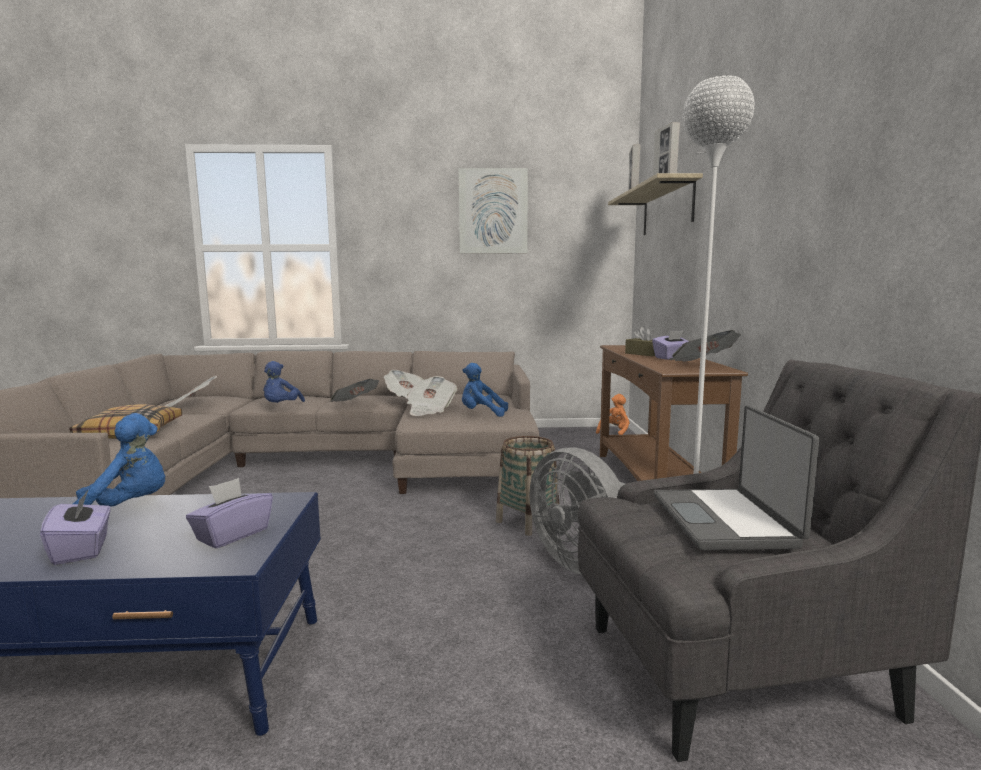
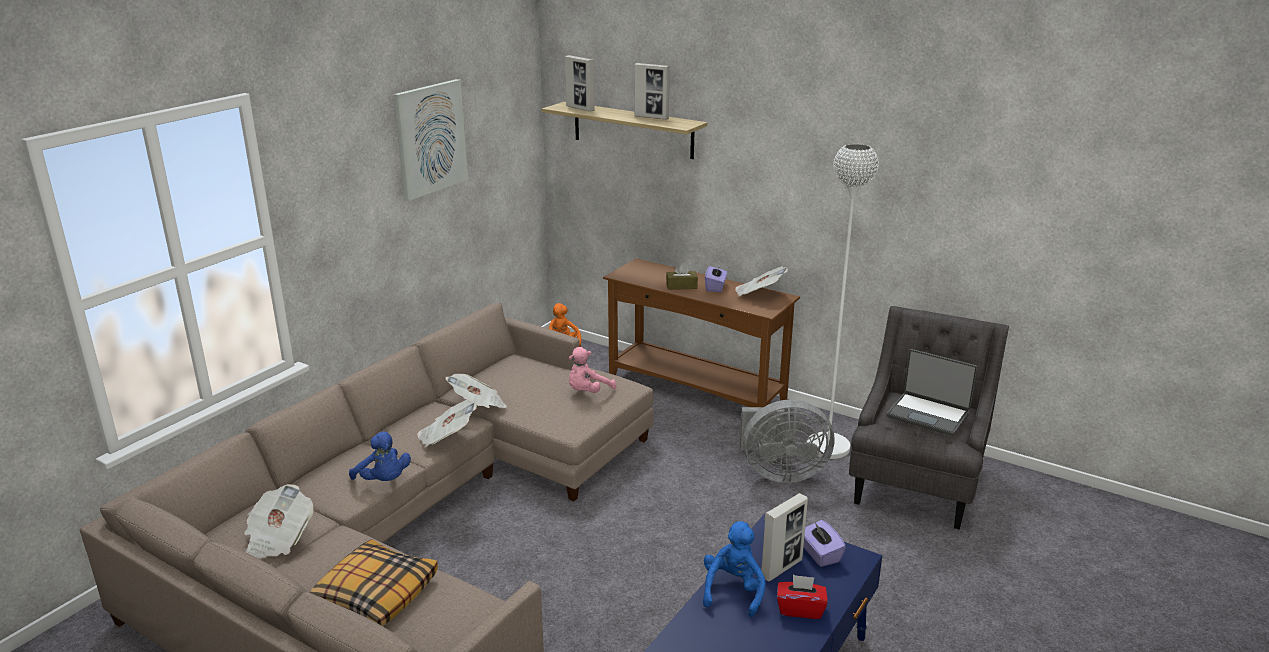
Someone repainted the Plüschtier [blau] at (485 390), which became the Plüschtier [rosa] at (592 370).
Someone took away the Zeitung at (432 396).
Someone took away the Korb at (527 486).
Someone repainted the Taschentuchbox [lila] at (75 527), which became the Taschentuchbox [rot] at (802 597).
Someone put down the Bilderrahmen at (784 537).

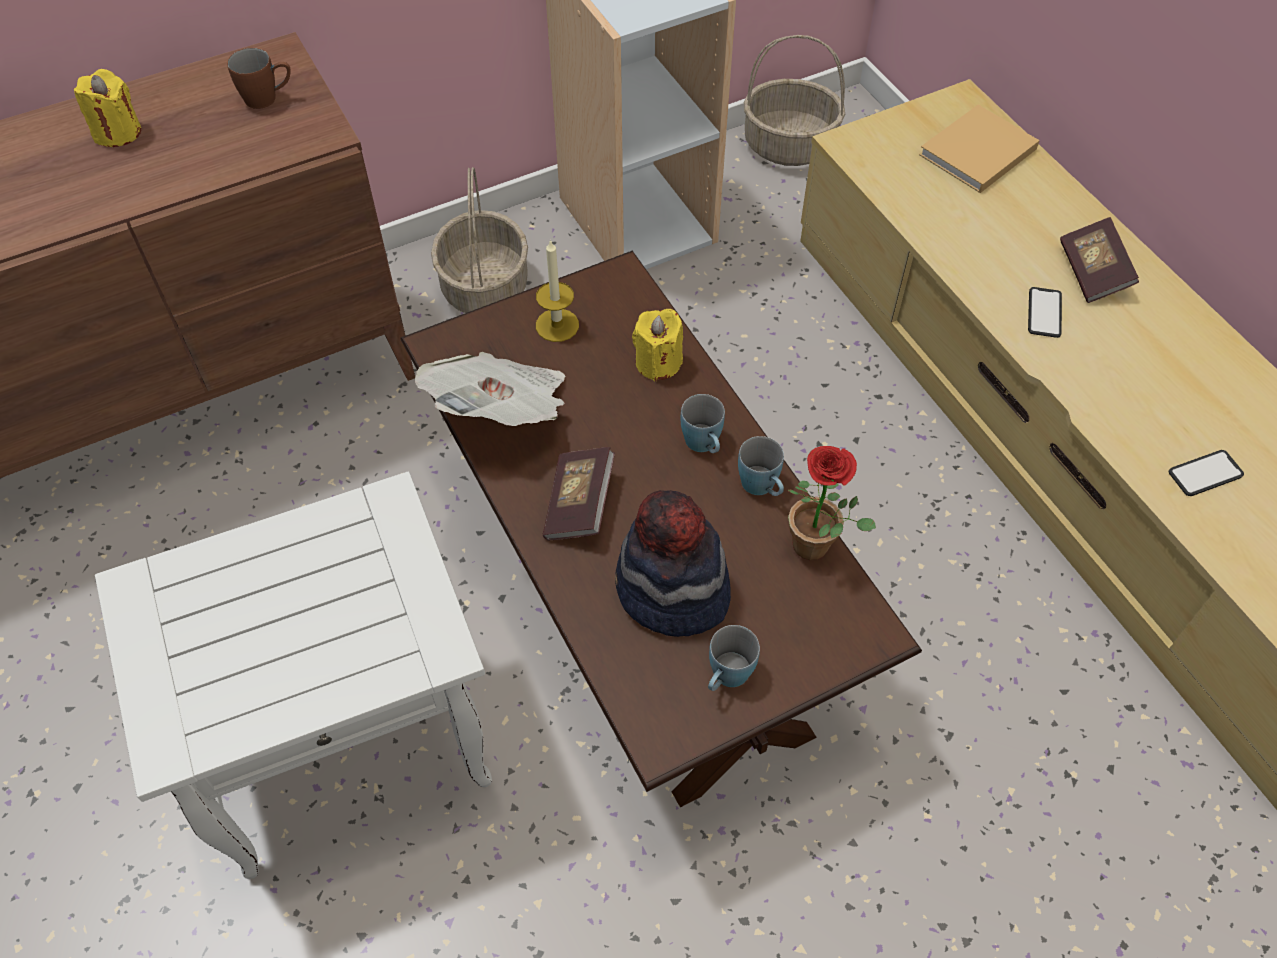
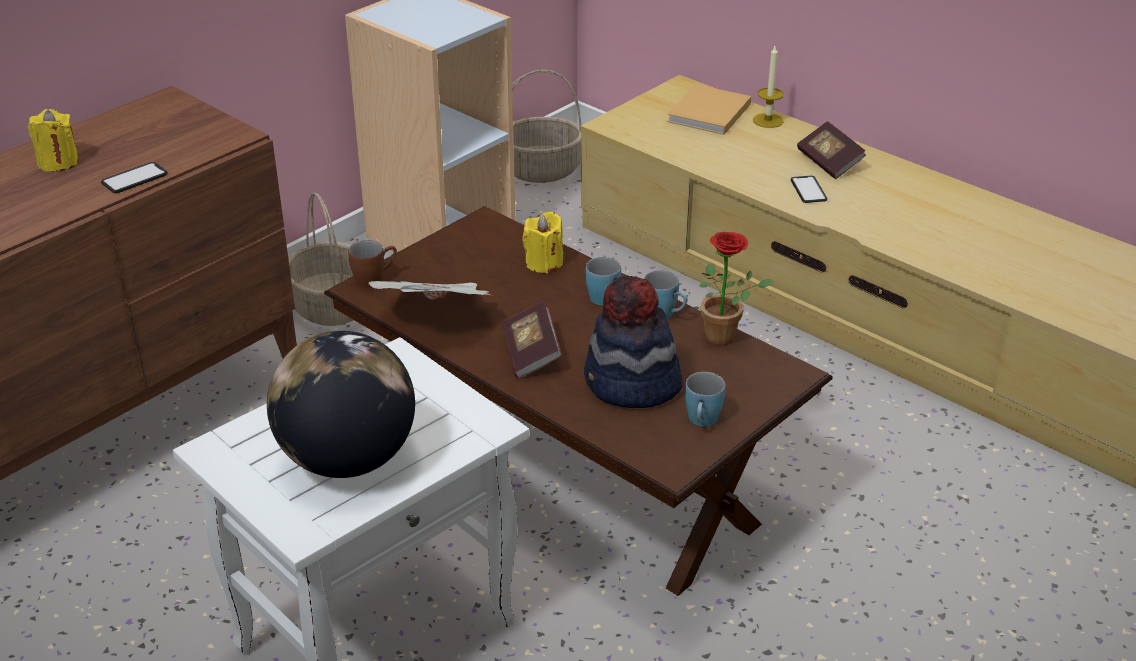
Someone carried the Henkelbecher [braun] from (259 78) to (372 264).
Someone carried the Kerze from (557 291) to (768 87).
Someone carried the Handy from (1206 473) to (134 177).
Someone put down the Globus at (341 404).

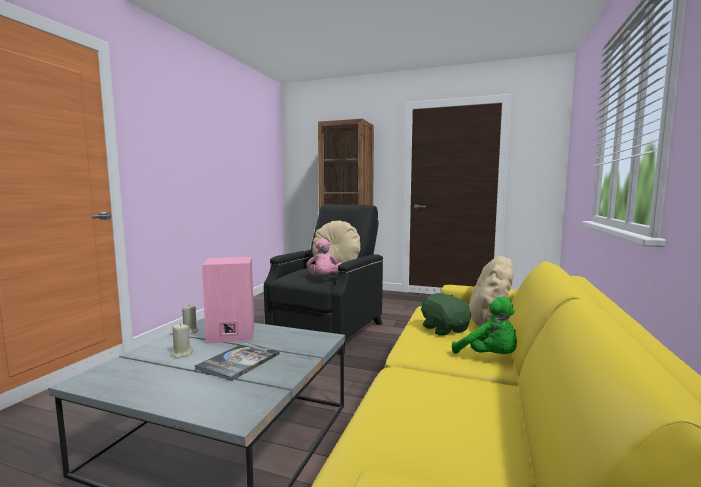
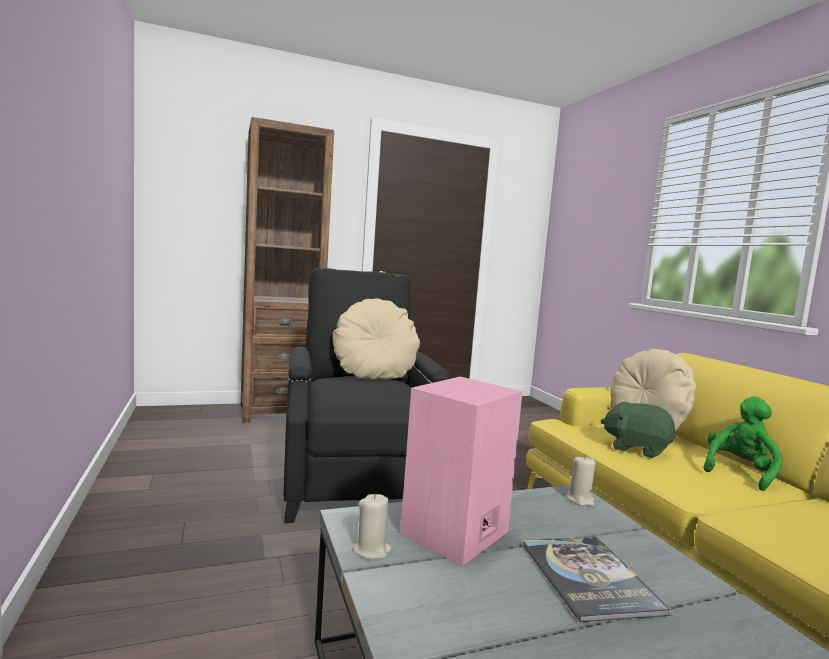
Someone took away the Plüschtier [rosa] at (324 257).
Someone rotated the Plüschtier [grün] at (484 325) by 60 degrees counterclockwise.
Someone carried the Kerze [beige] from (182 340) to (581 480).

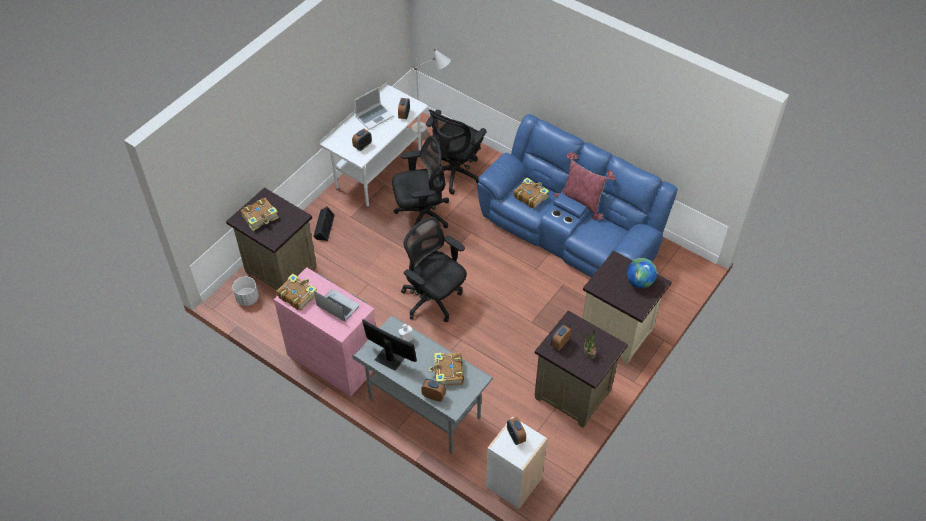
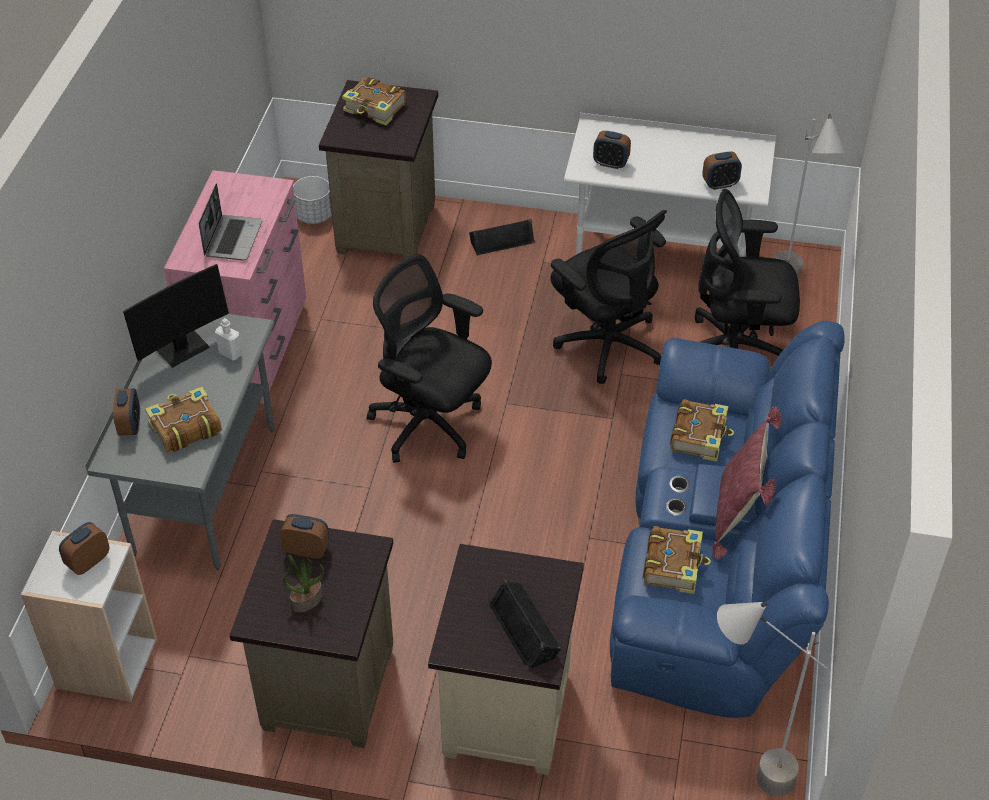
Someone took away the Laptop at (374 108).
Someone rotated the Bürostuhl [schwarz] at (434 269) by 75 degrees counterclockwise.
Someone swapped the Globus at (642 273) for the Lautsprecher [schwarz] at (525 624).
Someone carried the Buch from (296 292) to (677 560).
Someone rotated the Monitor at (389 345) by 45 degrees clockwise.
Someone put down the Stehlampe [grau] at (772 699).

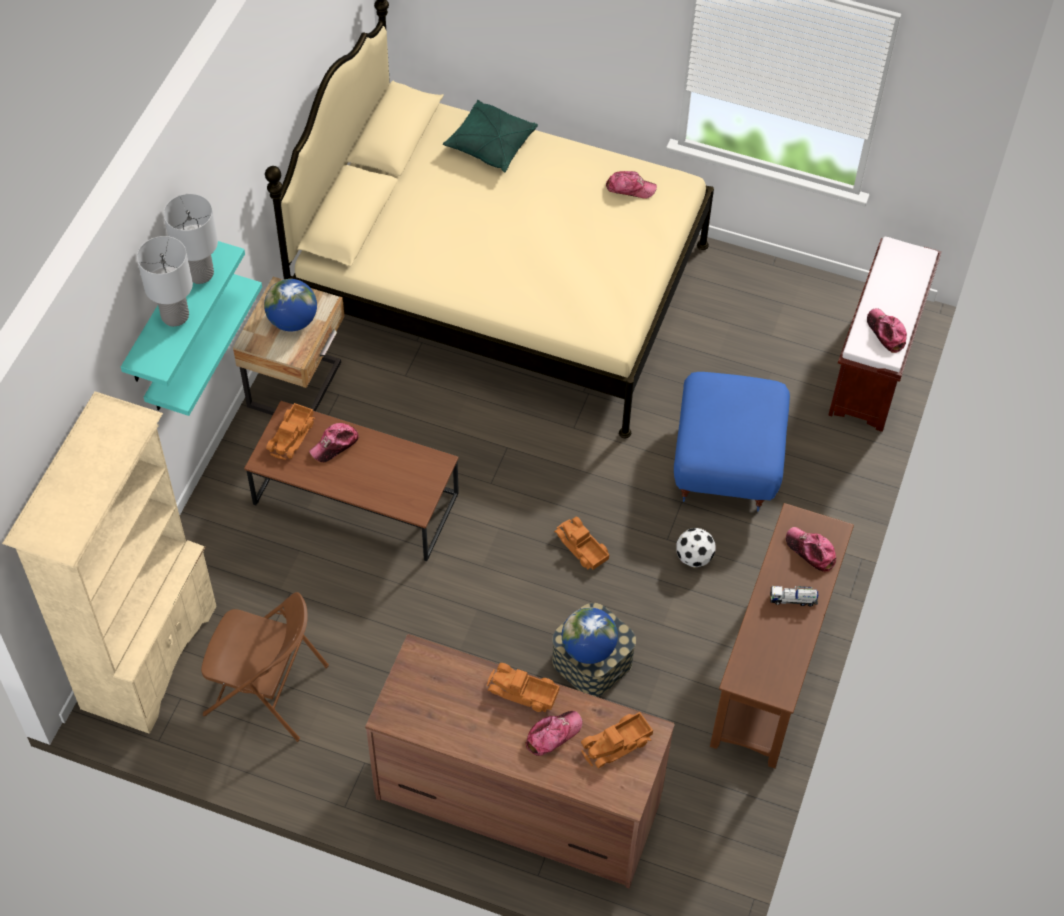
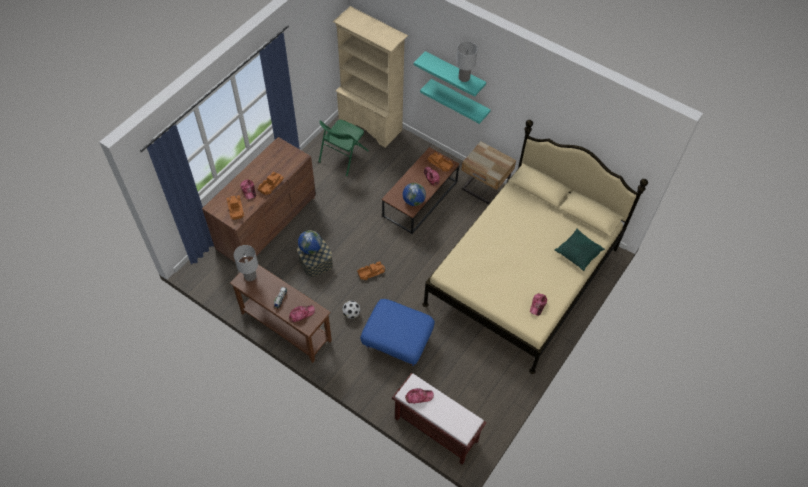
Someone carried the Tischlampe [grau] from (165 281) to (246 263).
Someone carried the Globus from (290 305) to (414 194).
Someone repainted the Stuhl [braun] at (265 667), which became the Stuhl [grün] at (343 148).

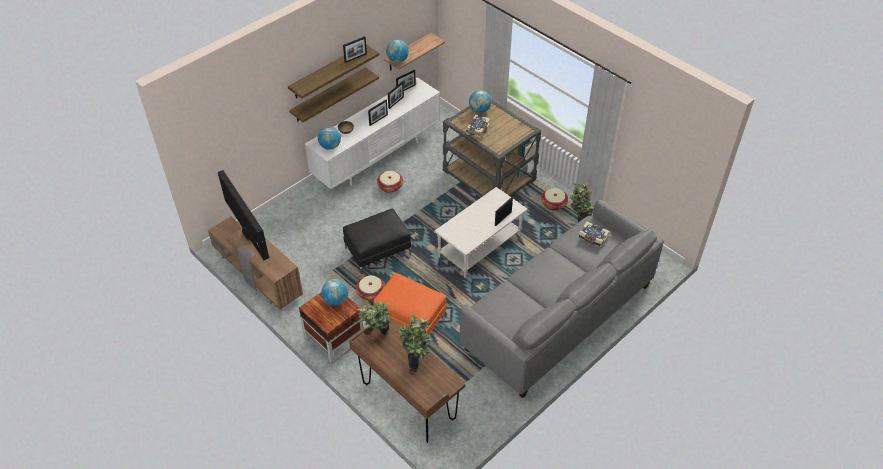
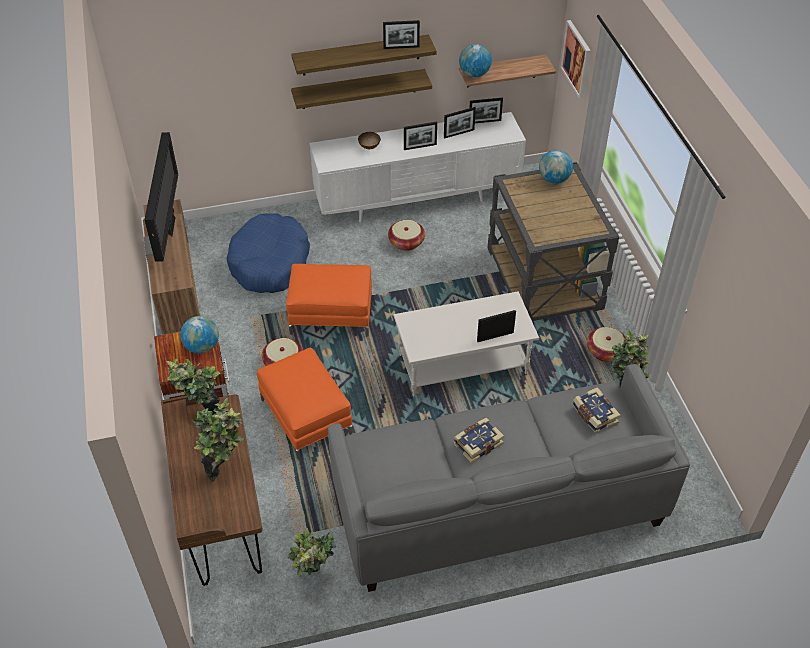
Someone carried the Buch from (478 127) to (478 441).
Someone took away the Globus at (329 138).
Someone repainted the Polsterhocker [schwarz] at (377 241), which became the Polsterhocker [orange] at (329 300).
Someone put up the Bild at (576 59).
Someone put down the Hundebett [blau] at (268 253).
Someone put down the Topfpflanze at (311 553).

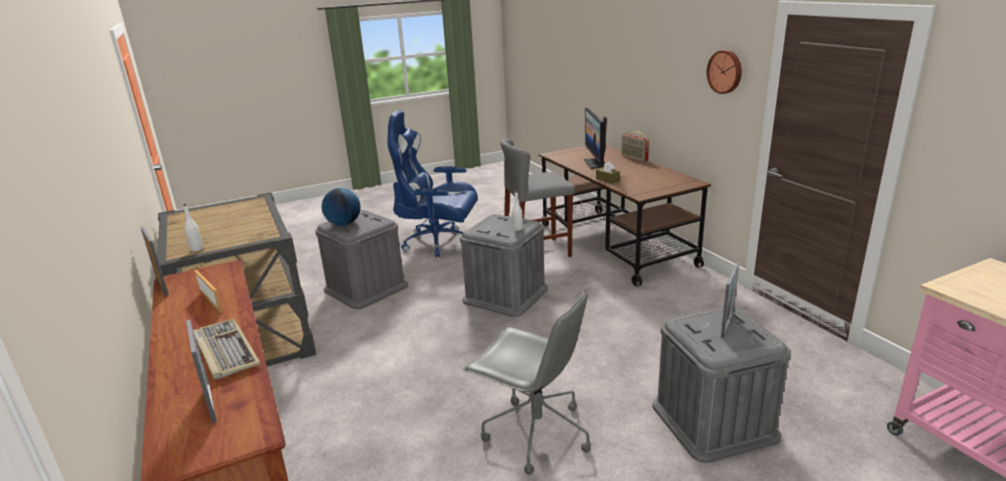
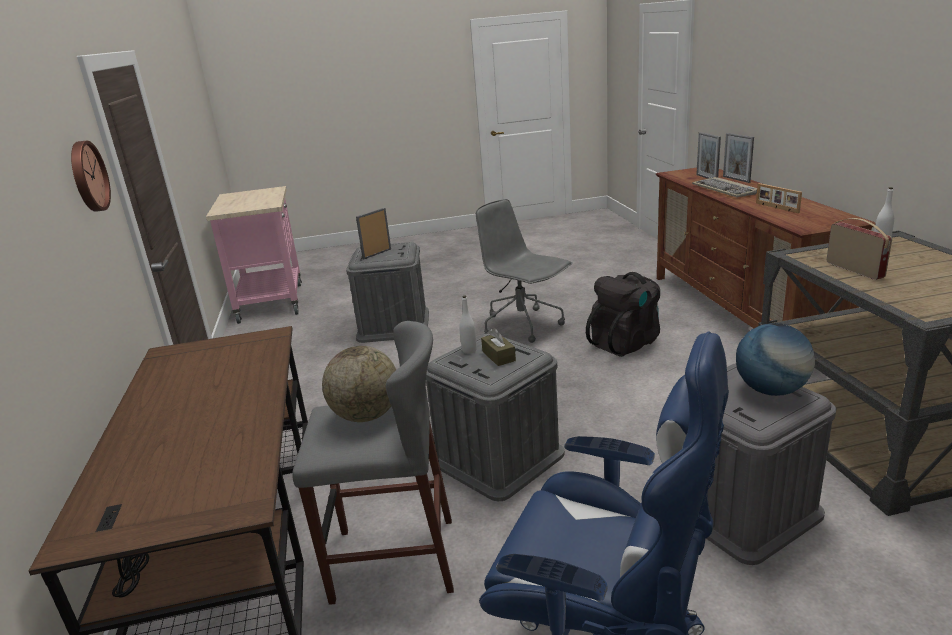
Someone took away the Monitor at (595 138).
Someone carried the Radio from (635 146) to (859 249).
Someone carried the Taschentuchbox [braun] from (608 173) to (498 347).
Someone carried the Bilderrahmen from (154 261) to (738 158).
Someone put down the Rucksack [schwarz] at (623 314).
Someone put down the Globus at (359 384).

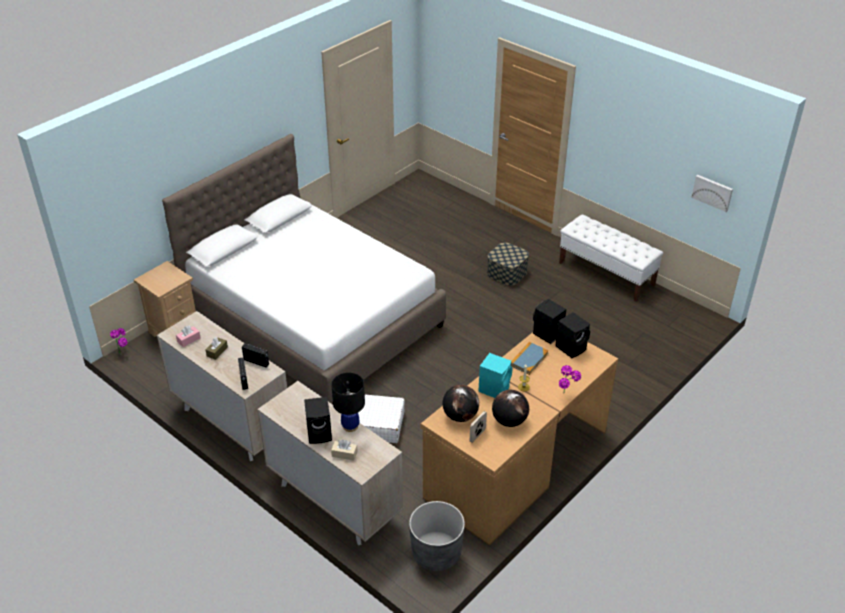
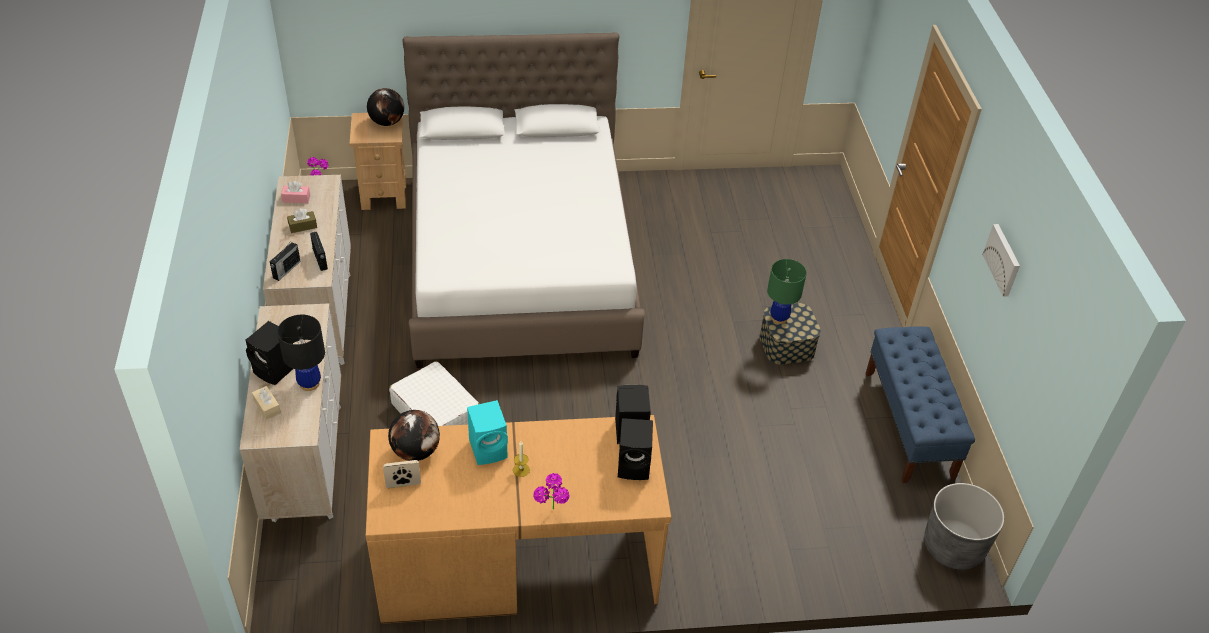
Someone carried the Bild from (712 193) to (1001 260).
Someone repainted the Bank [weiß] at (611 258), which became the Bank [blau] at (920 404).
Someone took away the Buch at (530 358).
Someone carried the Globus from (510 408) to (385 107).
Someone carried the Pflanzkübel [grau] from (437 536) to (964 526).
Someone put down the Tischlampe [grün] at (787 291).

